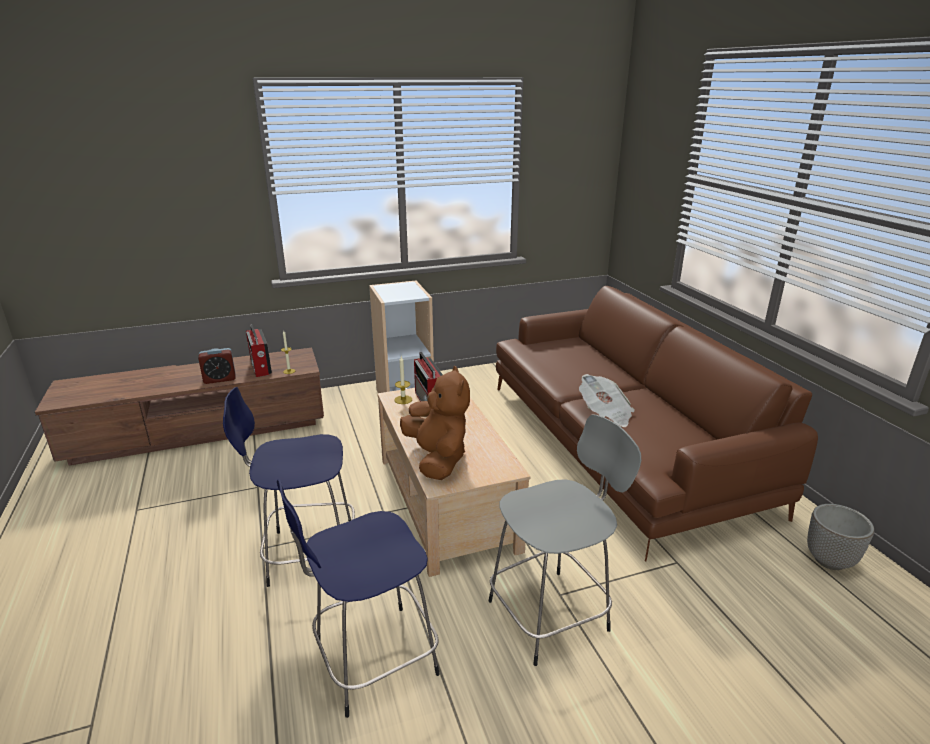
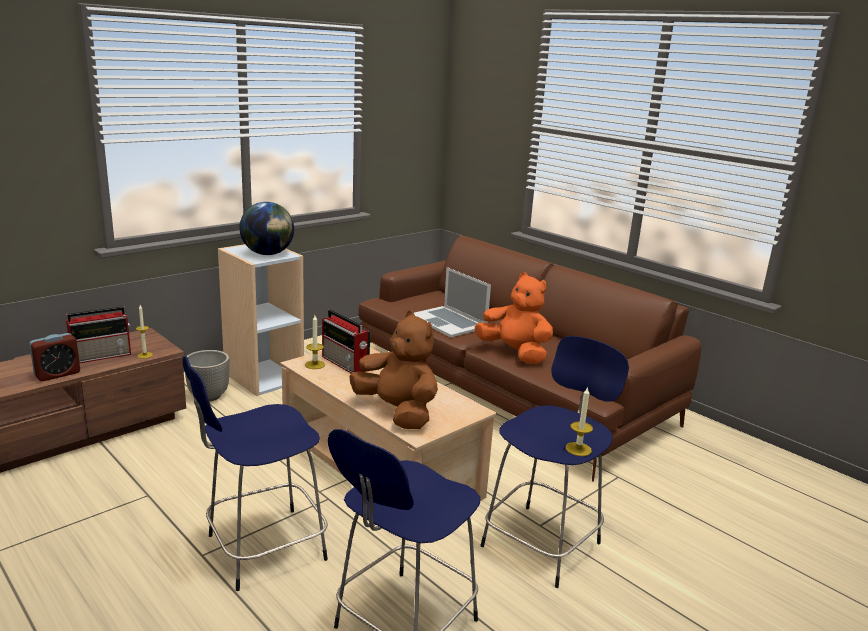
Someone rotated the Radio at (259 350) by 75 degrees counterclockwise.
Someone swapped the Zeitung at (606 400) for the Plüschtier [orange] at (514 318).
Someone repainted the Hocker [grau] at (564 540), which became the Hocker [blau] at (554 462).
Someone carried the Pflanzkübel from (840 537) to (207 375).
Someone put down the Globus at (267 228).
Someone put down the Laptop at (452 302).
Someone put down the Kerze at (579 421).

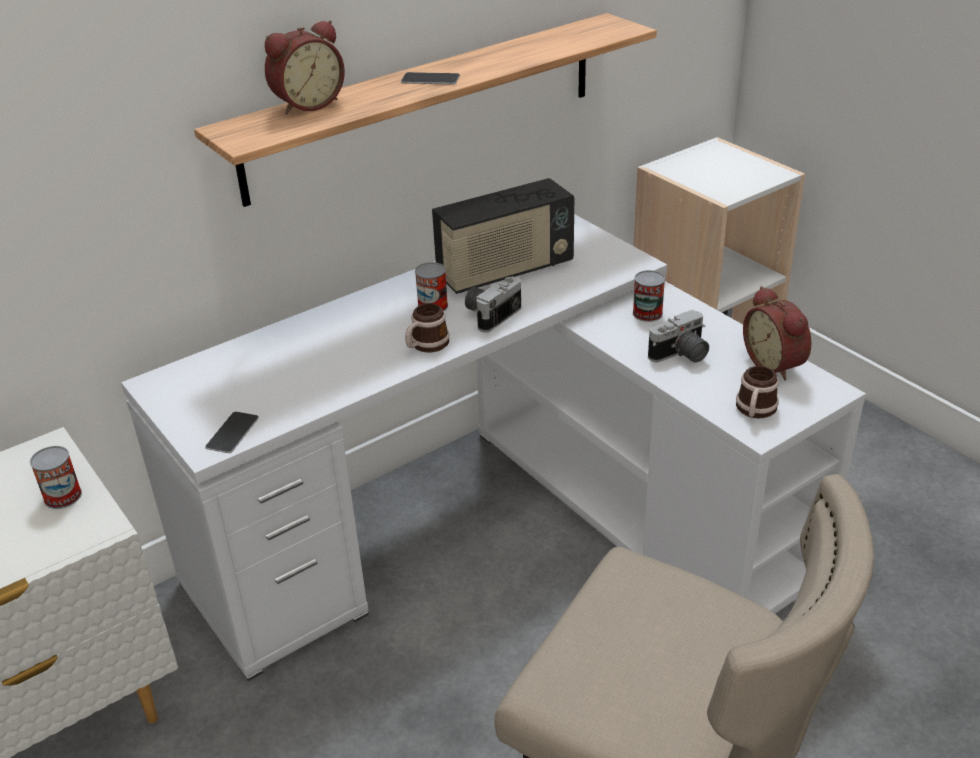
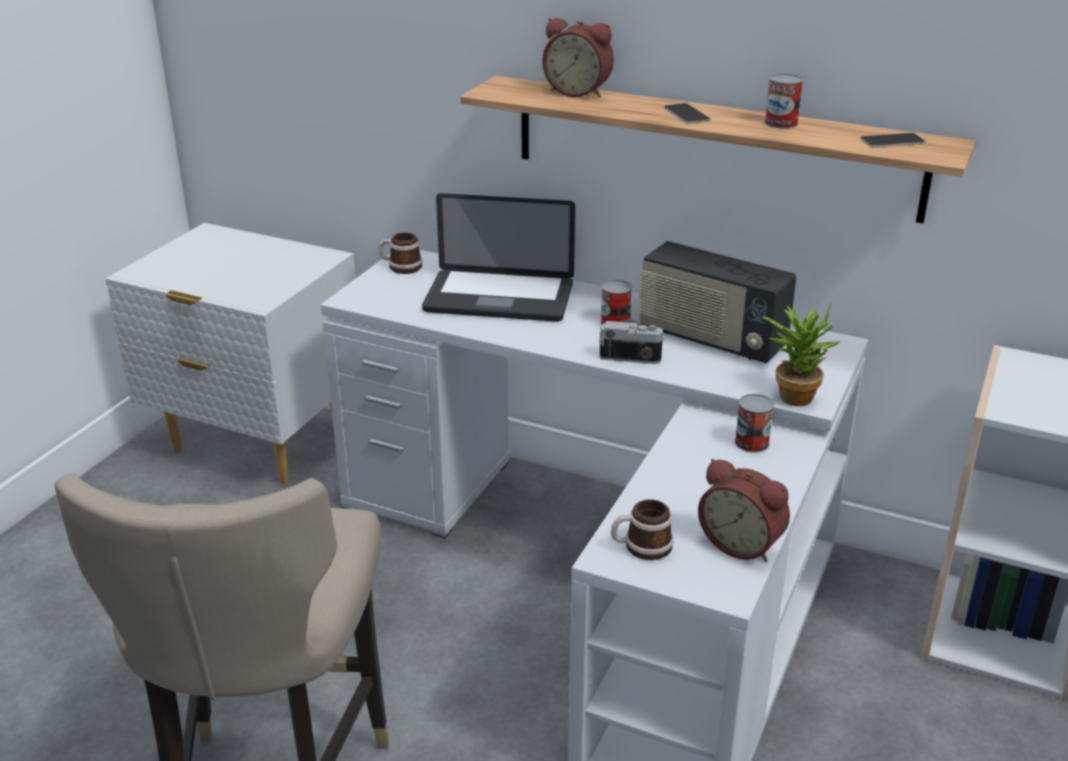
Someone rotated the Wecker at (777 333) by 90 degrees counterclockwise.
Someone carried the Henkelbecher from (427 328) to (400 253).
Someone took away the Kamera at (678 336).
Someone carried the Handy from (232 432) to (893 140).
Someone carried the Dose from (56 477) to (784 101).
Someone put down the Laptop at (498 257).
Someone put down the Topfpflanze at (802 355).

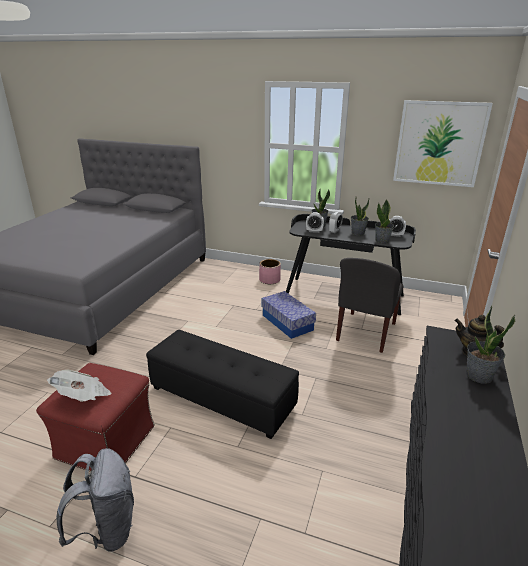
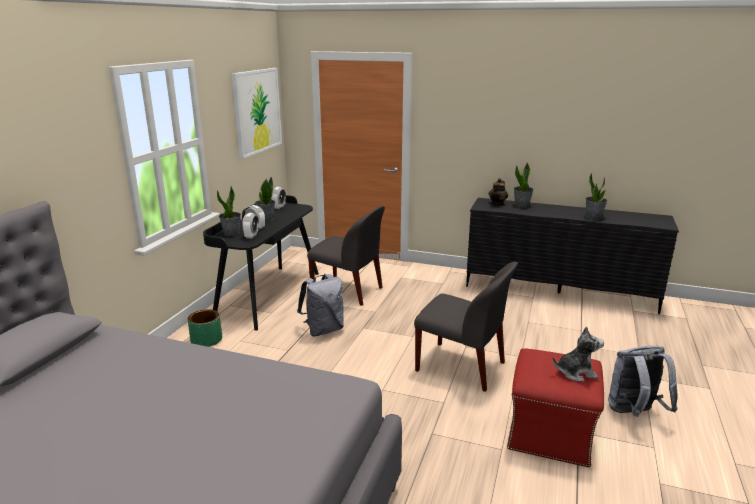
Someone carried the Topfpflanze from (384 221) to (596 196).
Someone repainted the Pflanzkübel [rosa] at (270 271), which became the Pflanzkübel [grün] at (205 328).
Someone swapped the Aufbewahrungsbox at (289 315) for the Rucksack [grau] at (320 305).
Someone swapped the Polsterhocker [schwarz] at (222 384) for the Stuhl [grau] at (466 327).
Someone swapped the Zeitung at (79 385) for the Plüschtier at (578 354).

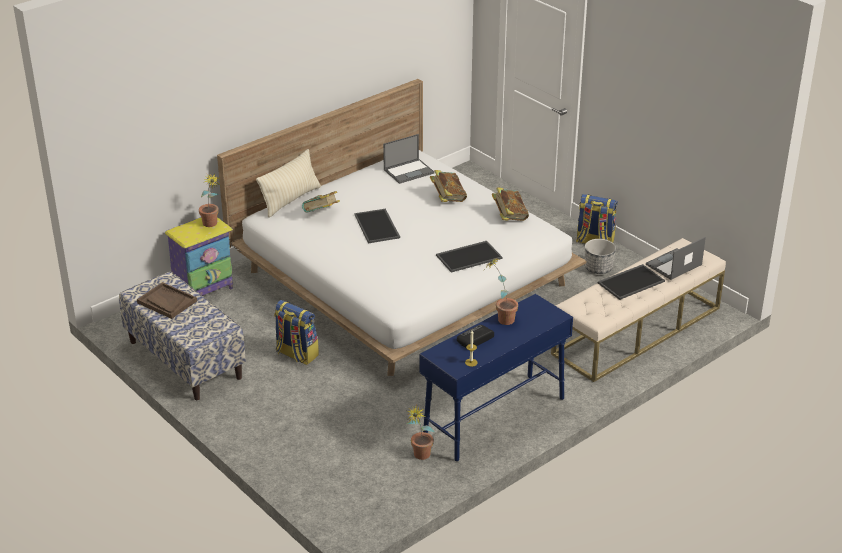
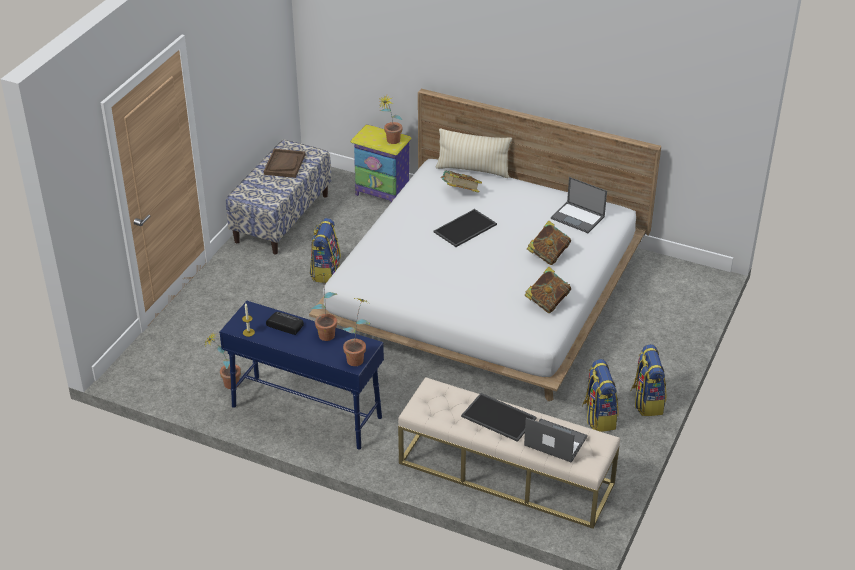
Someone swapped the Pflanzkübel at (600 256) for the Rucksack at (600 395).
Someone took away the Tablett at (469 257).
Someone put down the Topfpflanze at (357 332).

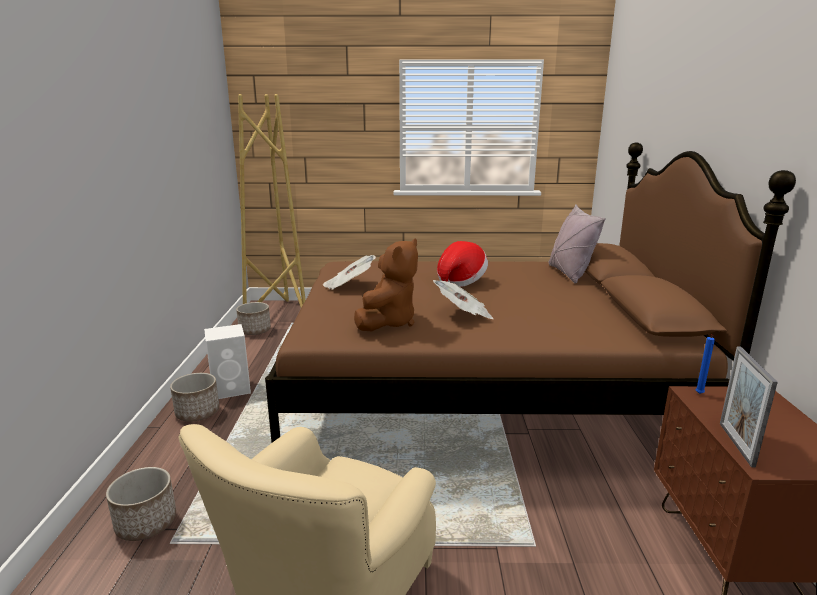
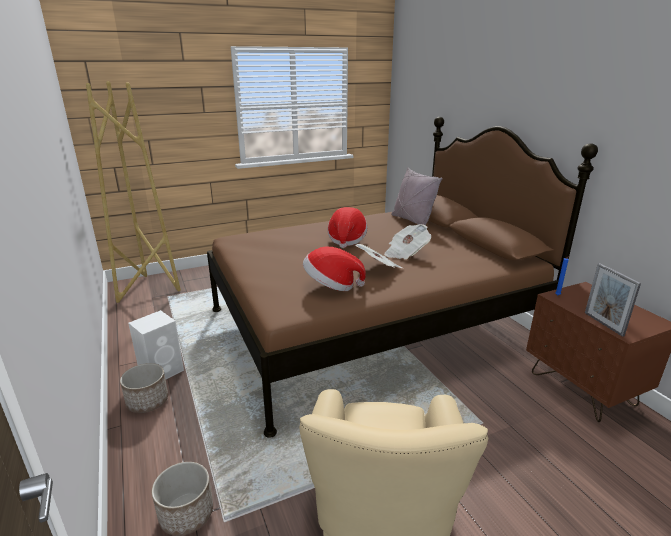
Someone swapped the Plüschtier [braun] at (386 285) for the Hut at (334 269).
Someone carried the Zeitung from (349 272) to (407 242).
Someone took away the Pflanzkübel at (253 318).

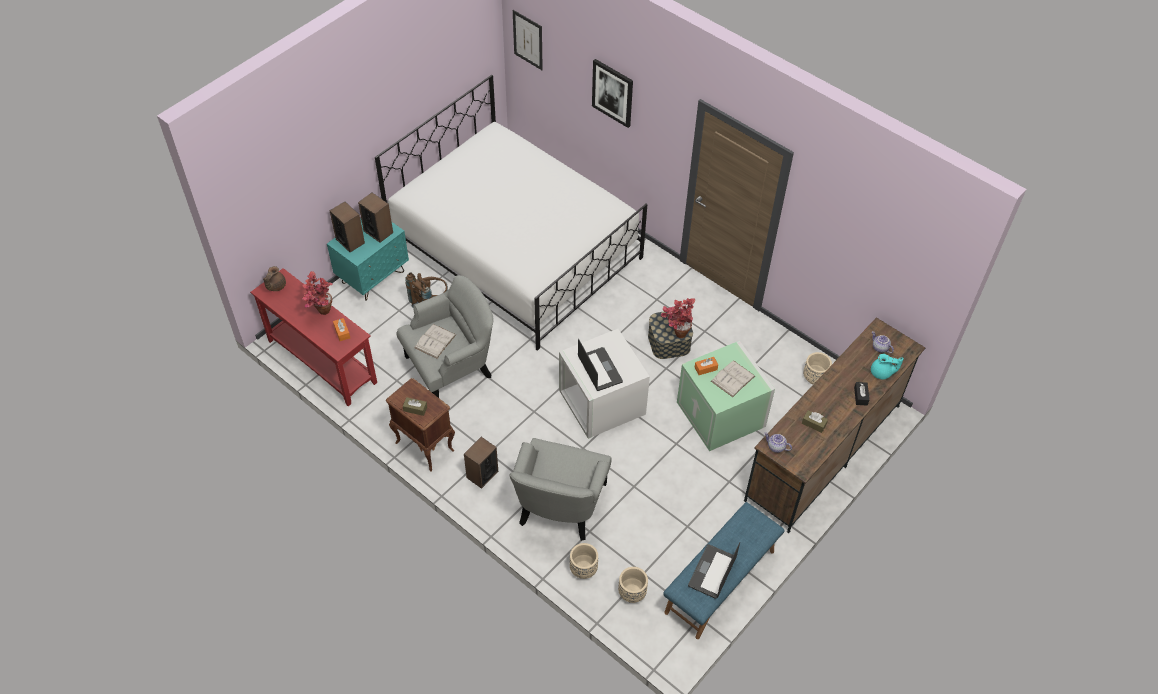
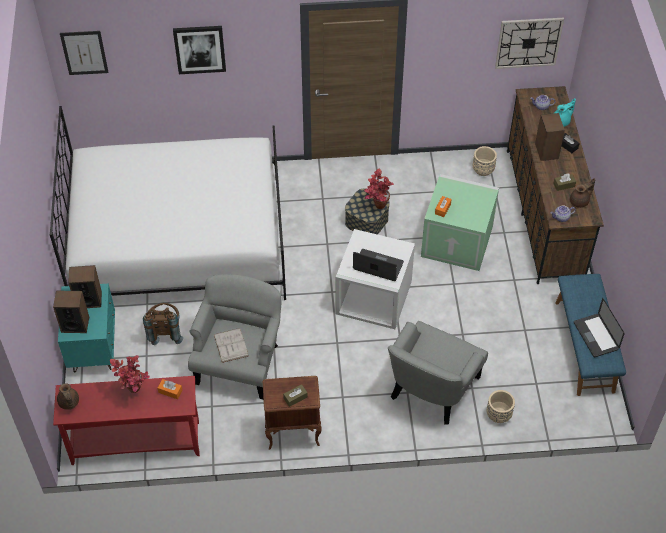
Someone took away the Buch [weiß] at (733 378).
Someone carried the Lautsprecher from (481 463) to (550 137).
Someone rotated the Sessel [grau] at (560 489) by 60 degrees clockwise.
Someone took away the Pflanzkübel [beige] at (633 585).
Someone put up the Wanduhr at (529 43).
Someone put down the Teekanne [braun] at (582 193).

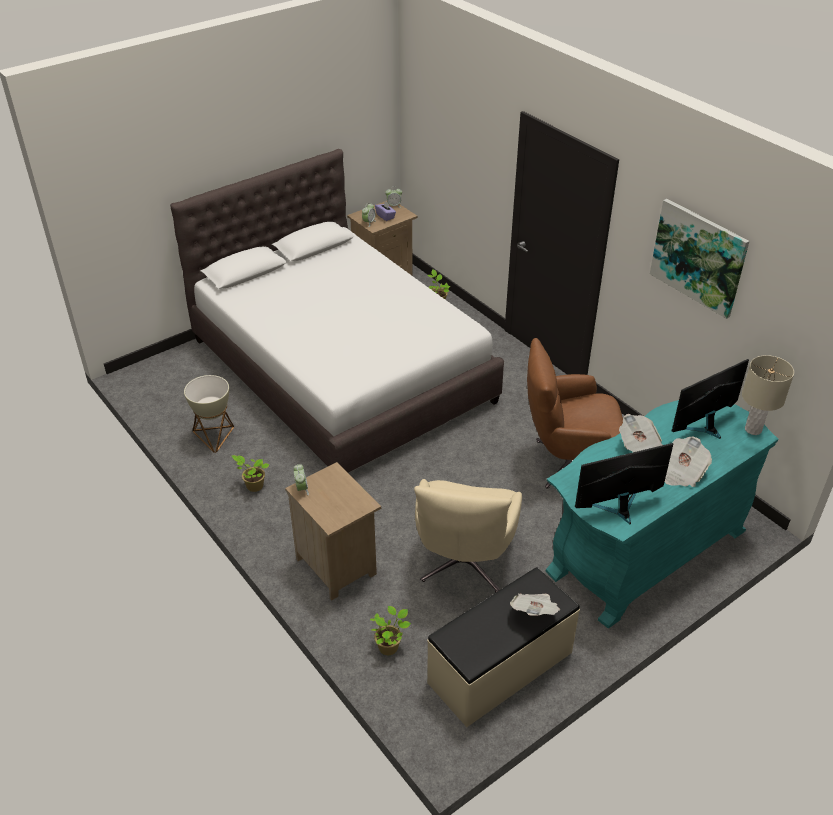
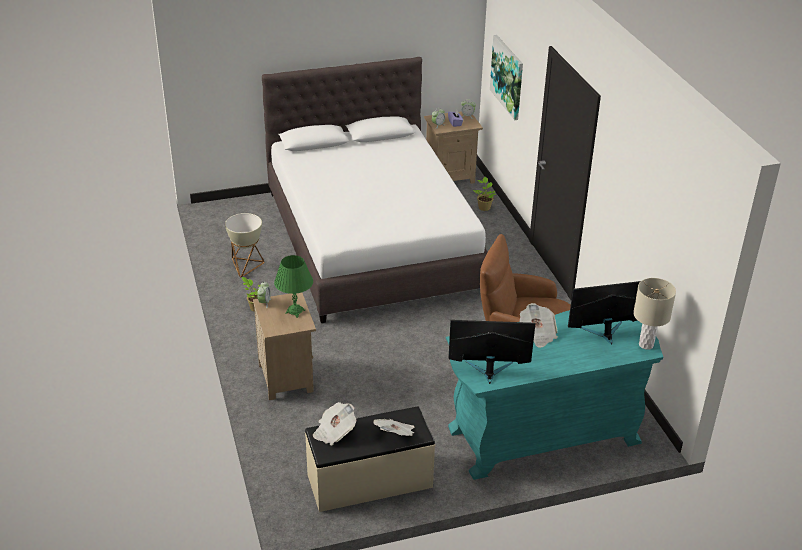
Someone carried the Bild from (699 259) to (506 77).
Someone carried the Zeitung from (688 461) to (334 423).
Someone took away the Sessel [beige] at (468 535).
Someone took away the Topfpflanze at (390 630).
Someone put down the Tischlampe [grün] at (293 286).

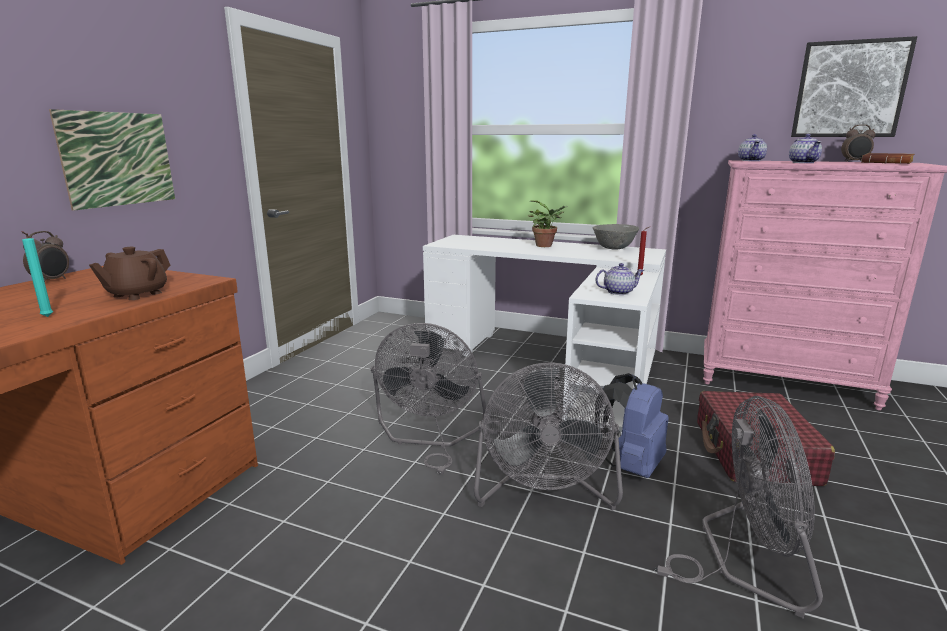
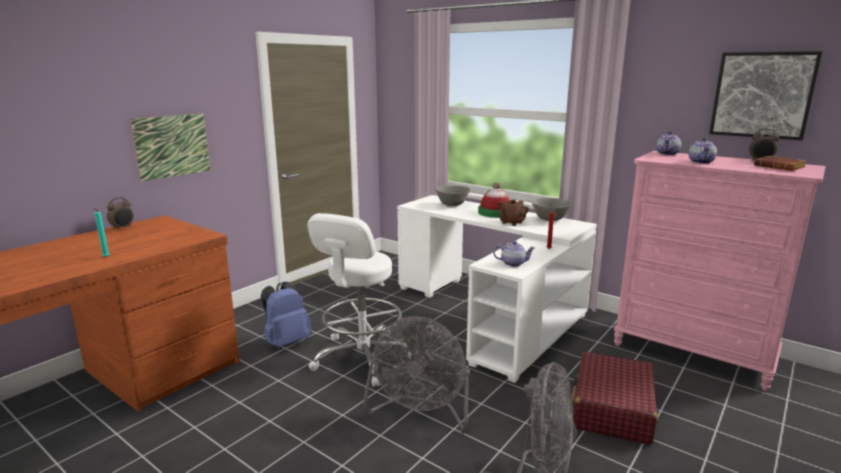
Someone swapped the Topfpflanze at (548 223) for the Hut at (494 200).
Someone carried the Teekanne [braun] from (129 273) to (513 213).
Someone swapped the Ventilator [grau] at (428 399) for the Hocker [weiß] at (359 300).
Someone carried the Rucksack [blau] from (632 425) to (286 314).
Someone put down the Schüssel [grau] at (452 195).

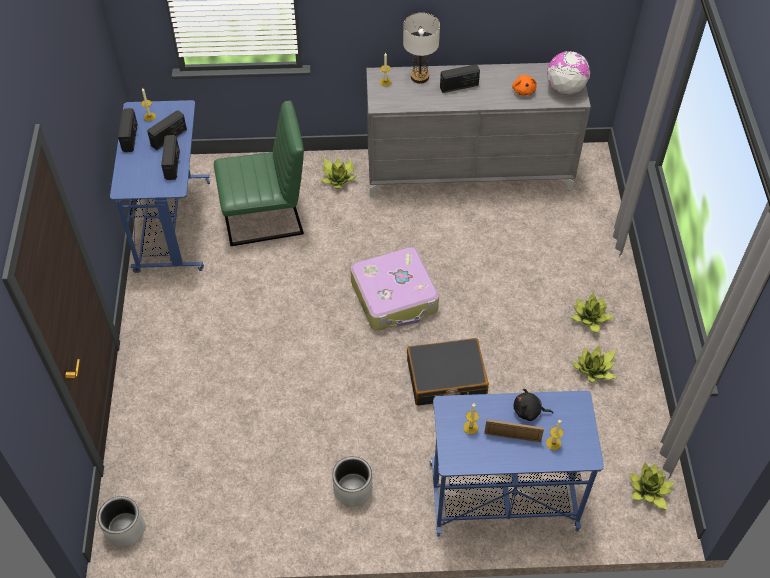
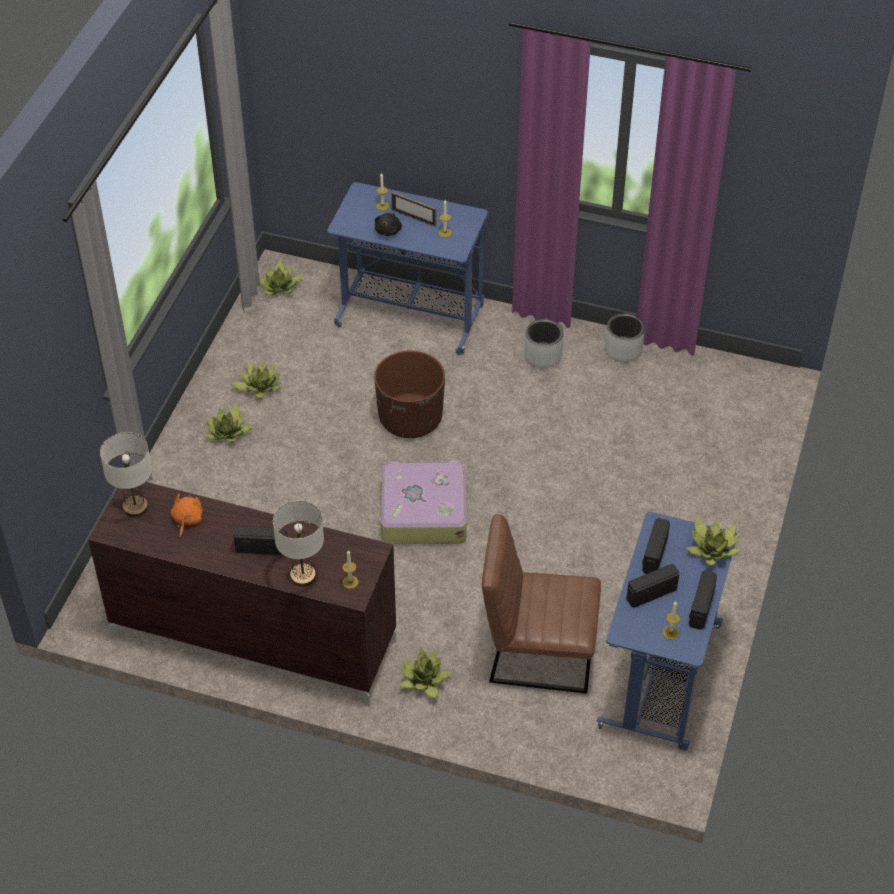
Someone swapped the Globus at (568 72) for the Tischlampe at (126 474).
Someone repainted the Kommode [grau] at (478 130), which became the Kommode [braun] at (242 594).
Someone repainted the Stuhl [grün] at (259 173), which became the Stuhl [braun] at (541 604).
Someone swapped the Koffer [schwarz] at (448 372) for the Pflanzkübel [braun] at (409 394).
Someone rotated the Plüschtier [schwarz] at (533 405) by 75 degrees clockwise.
Someone carried the Pflanzkübel [grau] from (121 522) to (625 337).
Someone put down the Topfpflanze at (713 540).

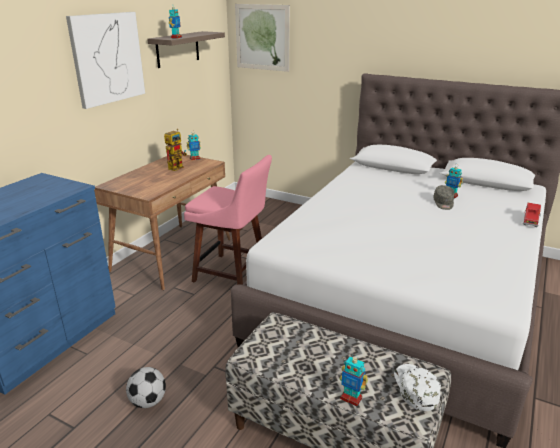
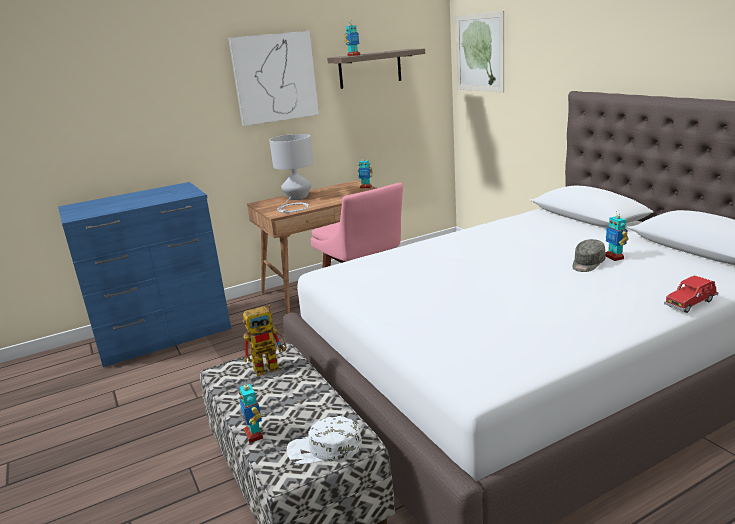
Someone carried the Spielzeugroboter from (175 150) to (264 340).
Someone rotated the Kappe [weiß] at (417 387) by 120 degrees counterclockwise.
Someone took away the Fußball at (146 387).
Someone put down the Tischlampe [grau] at (291 173).

